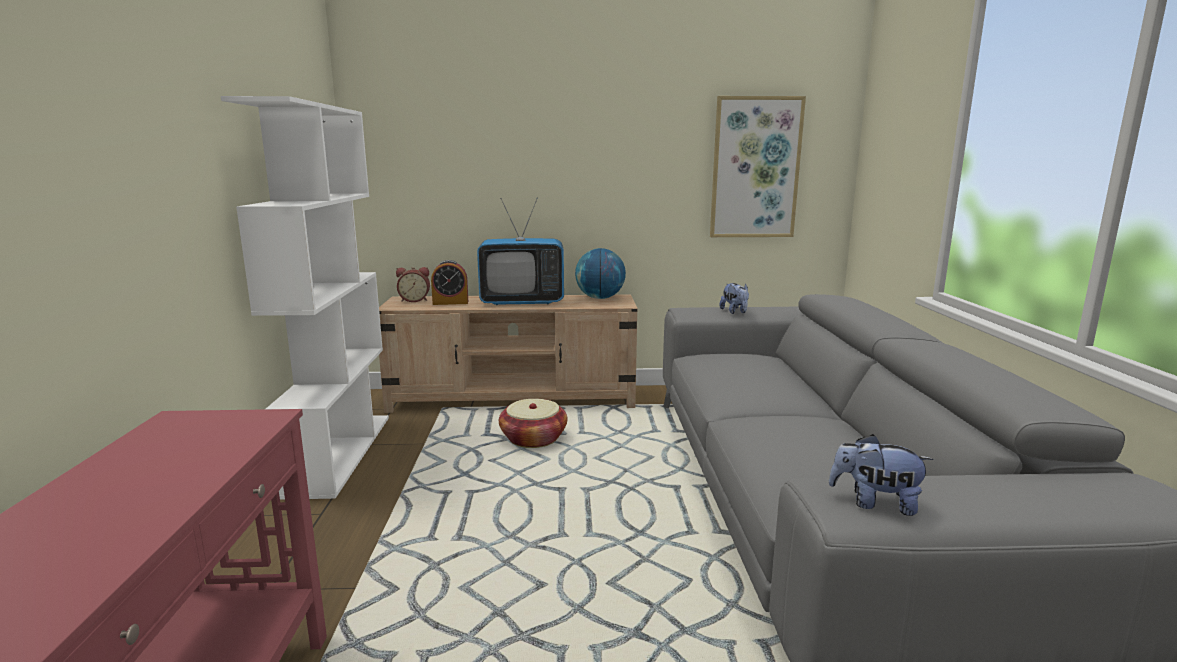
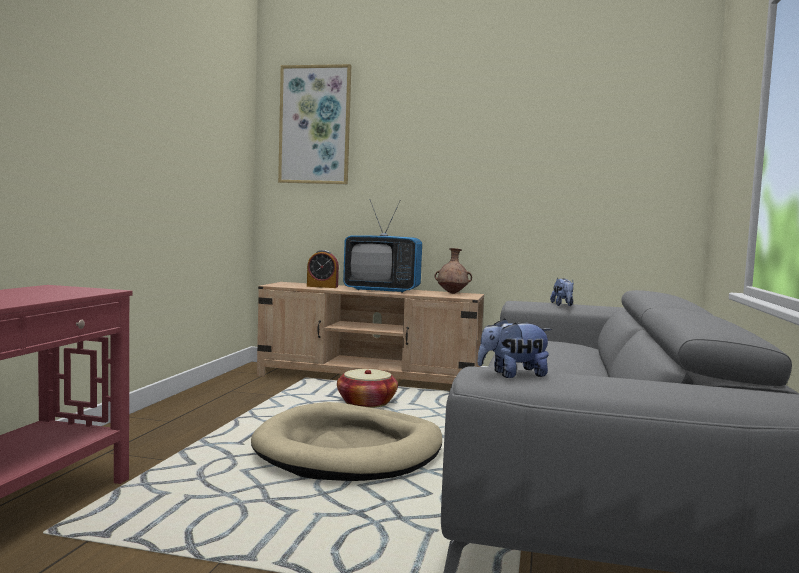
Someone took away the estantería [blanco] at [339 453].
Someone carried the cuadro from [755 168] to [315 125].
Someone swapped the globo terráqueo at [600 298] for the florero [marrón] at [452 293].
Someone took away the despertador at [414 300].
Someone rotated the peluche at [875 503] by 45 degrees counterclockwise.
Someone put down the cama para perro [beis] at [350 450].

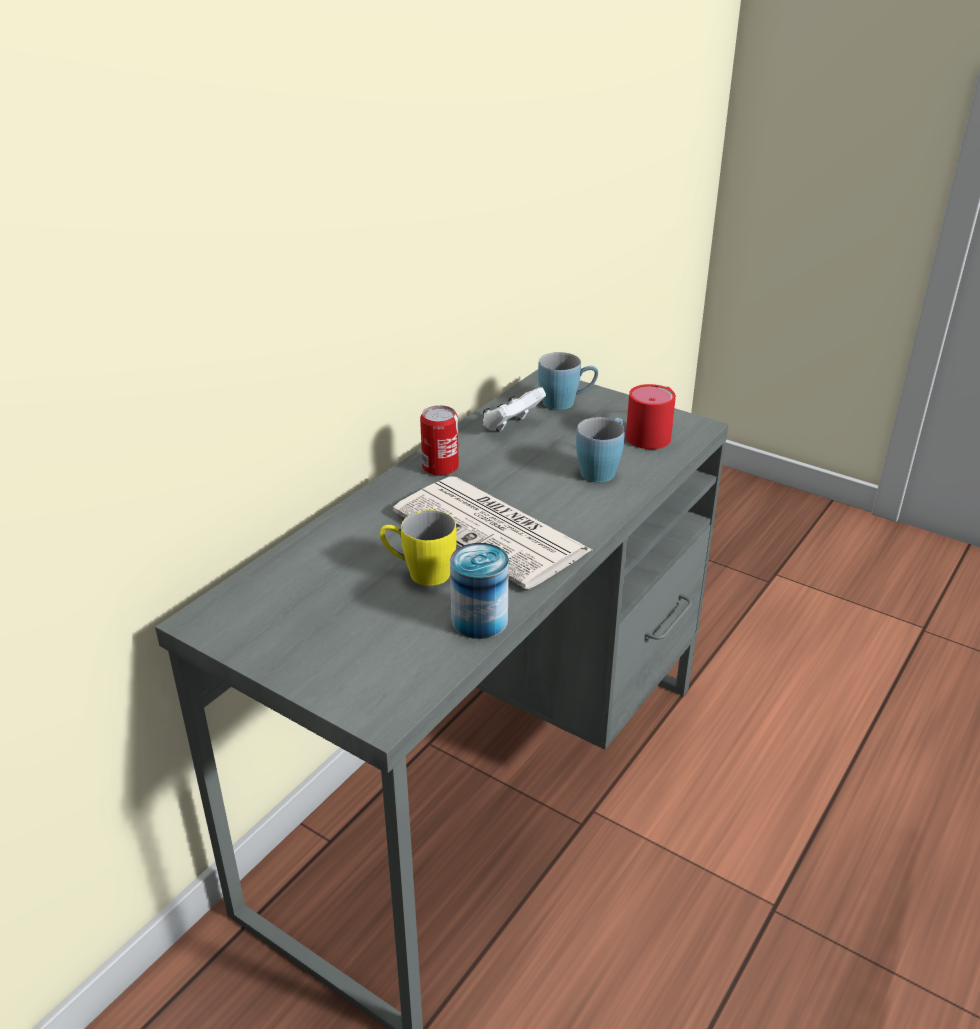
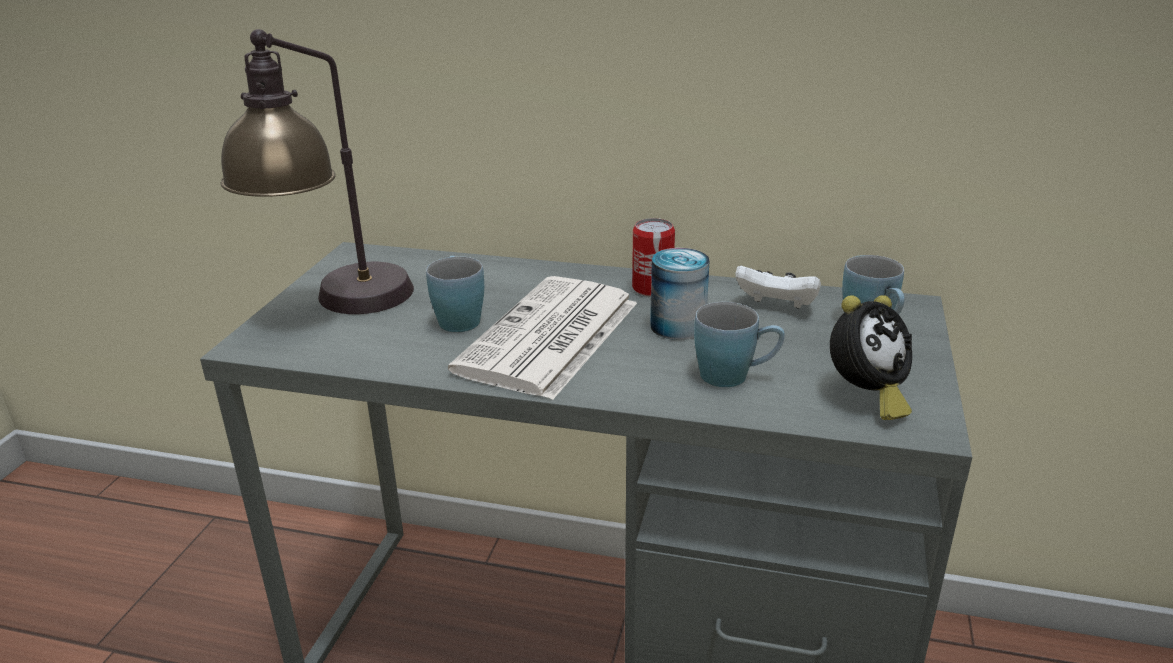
Someone swapped the taza grande [rojo] at [653 433] for the despertador at [865 397].
Someone repainted the taza grande [amarillo] at [419 572], which became the taza grande [azul] at [458 317].
Someone carried the lata from [479 620] to [678 326].
Someone put down the lámpara de mesa at [336 306].

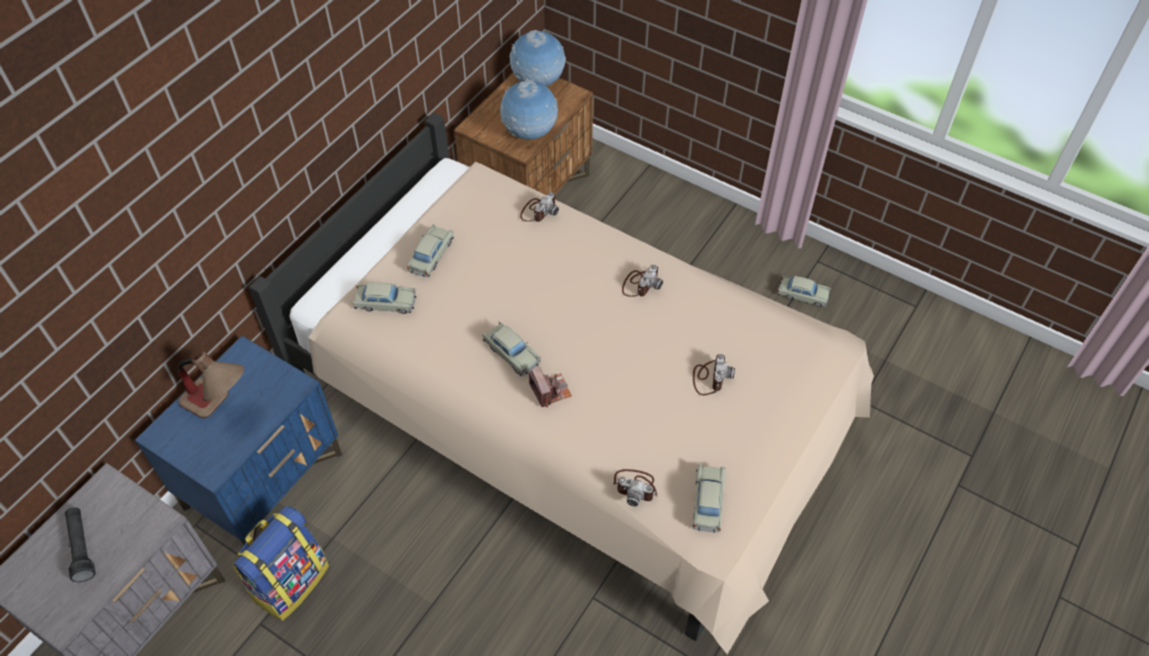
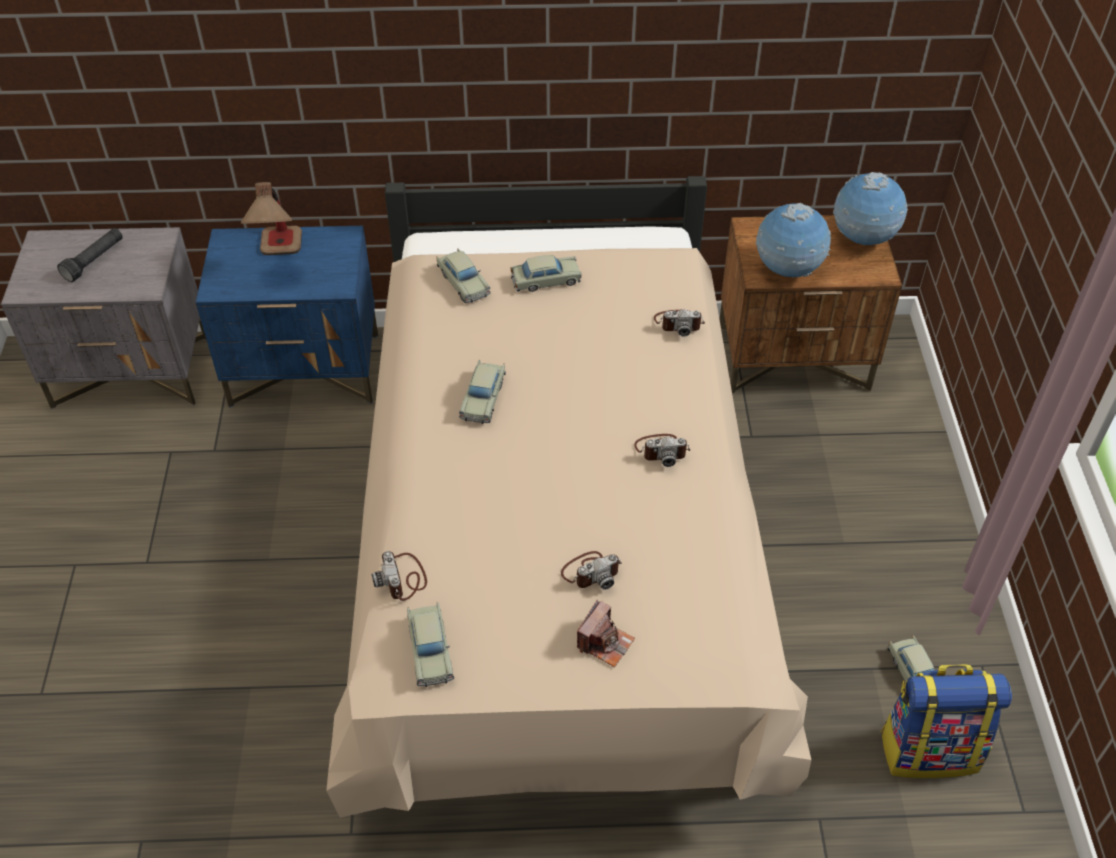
Someone carried the cámara from [550 391] to [605 642].
Someone rotated the coche de juguete [beis] at [707 502] by 105 degrees clockwise.
Someone carried the mochila from [290 581] to [929 749].

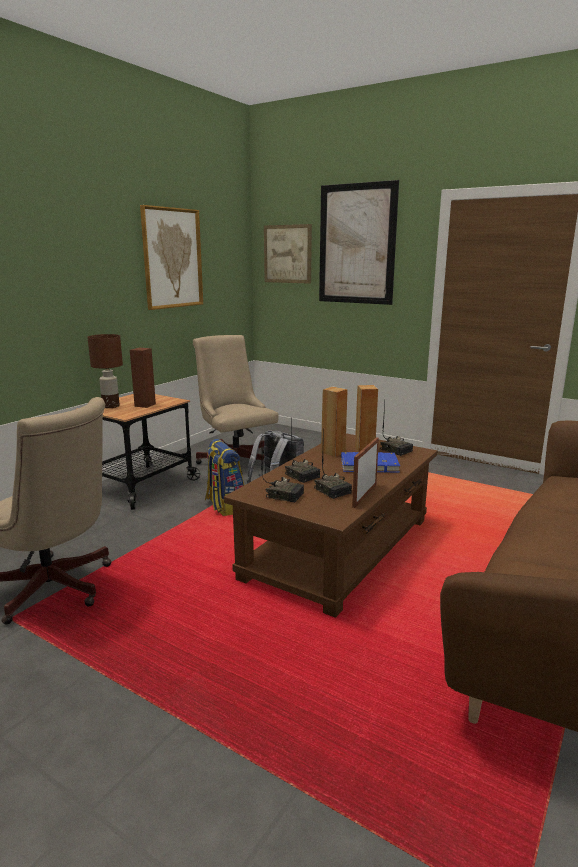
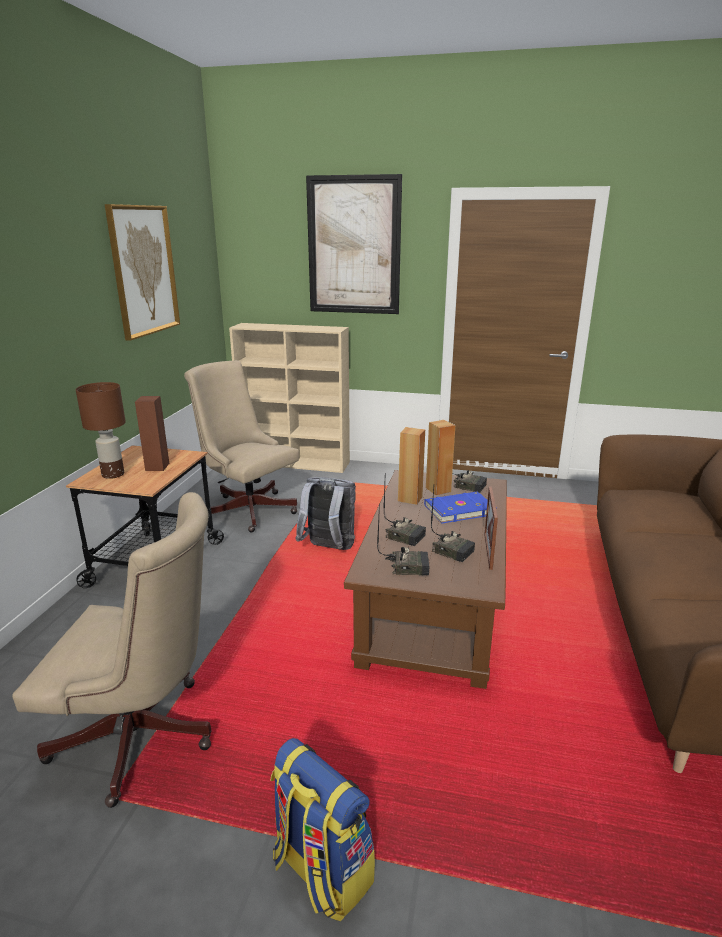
Someone took away the cuadro at [287 254].
Someone carried the mochila from [224 506] to [320 871].
Someone put down the estantería [beis] at [296 463].

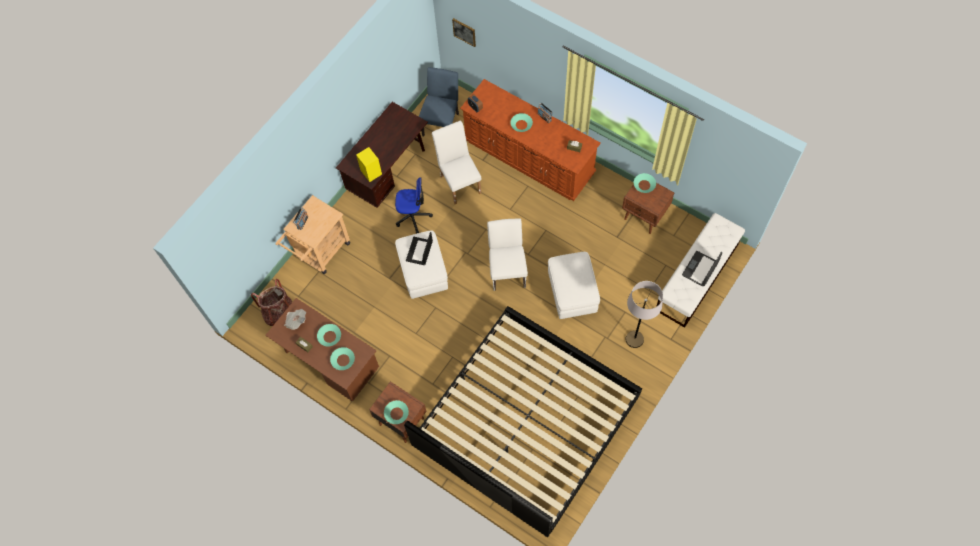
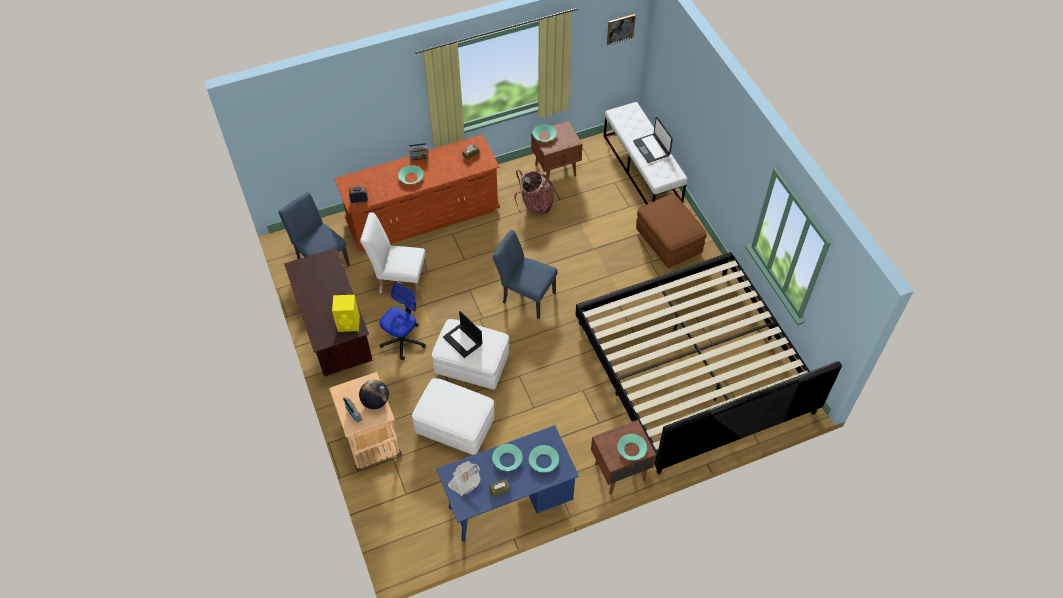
Someone carried the cuadro from [464 32] to [620 29].
Someone repainted the silla [blanco] at [507 269], which became the silla [azul] at [525 296].
Someone carried the puf [blanco] from [572 292] to [454 426].
Someone carried the mochila from [279 313] to [535 205].
Someone swapped the lámpara de pie [gris] at [634 339] for the puf [marrón] at [668 242].
Someone repainted the escritorio [marrón] at [330 363], which became the escritorio [azul] at [508 504].
Someone put down the globo terráqueo at [375 401].

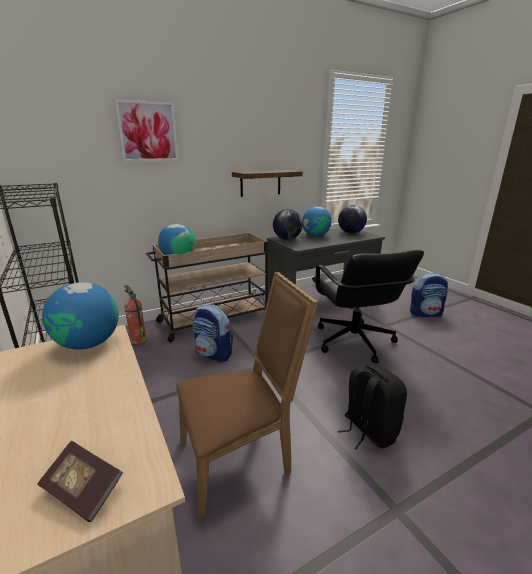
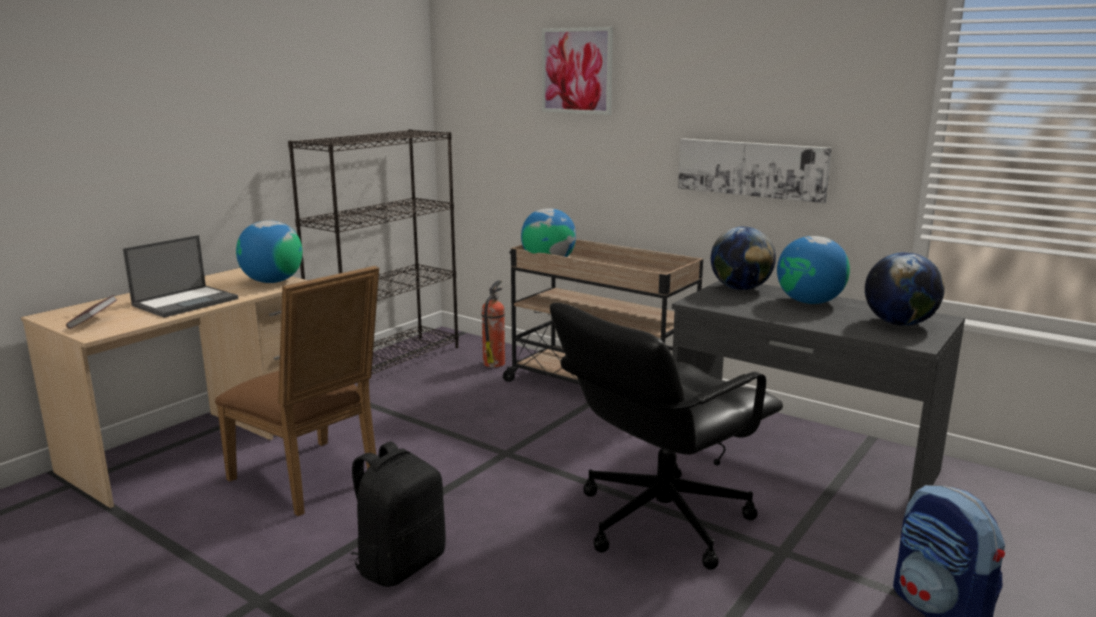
Someone swapped the estante at [260 183] for the cuadro at [751 168].
Someone took away the mochila at [214 354].
Someone put down the portátil at [186 302].

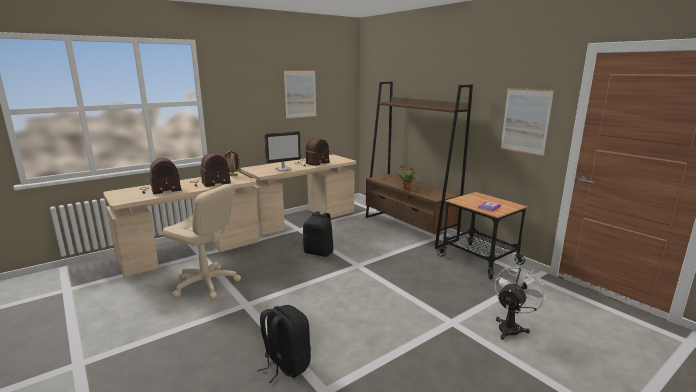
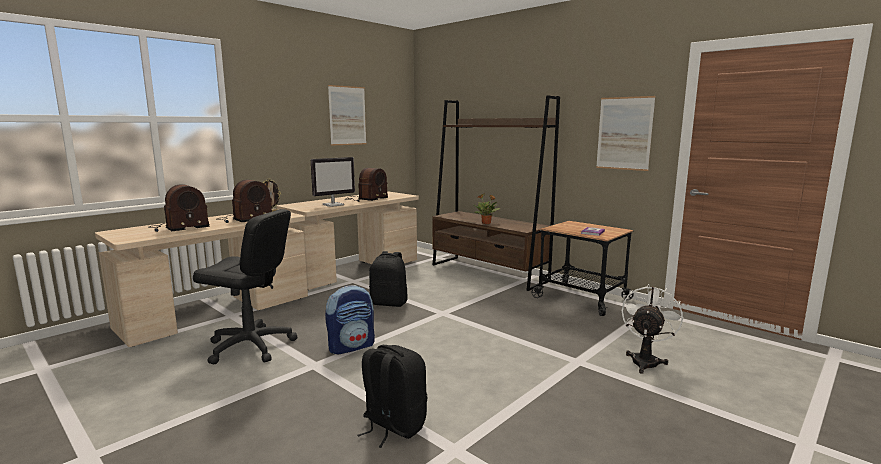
Someone repainted the silla de oficina [beis] at [206 284], which became the silla de oficina [negro] at [250 346].
Someone put down the mochila at [351 346].

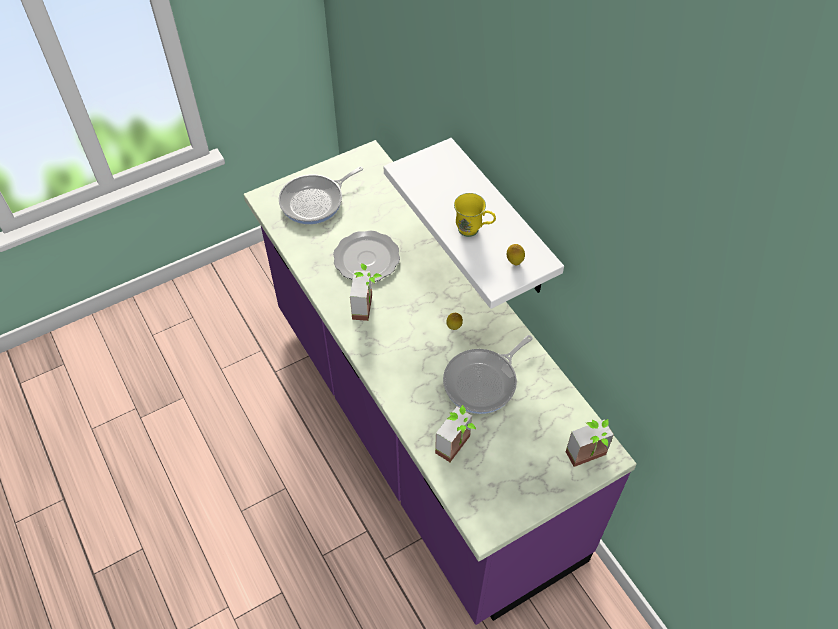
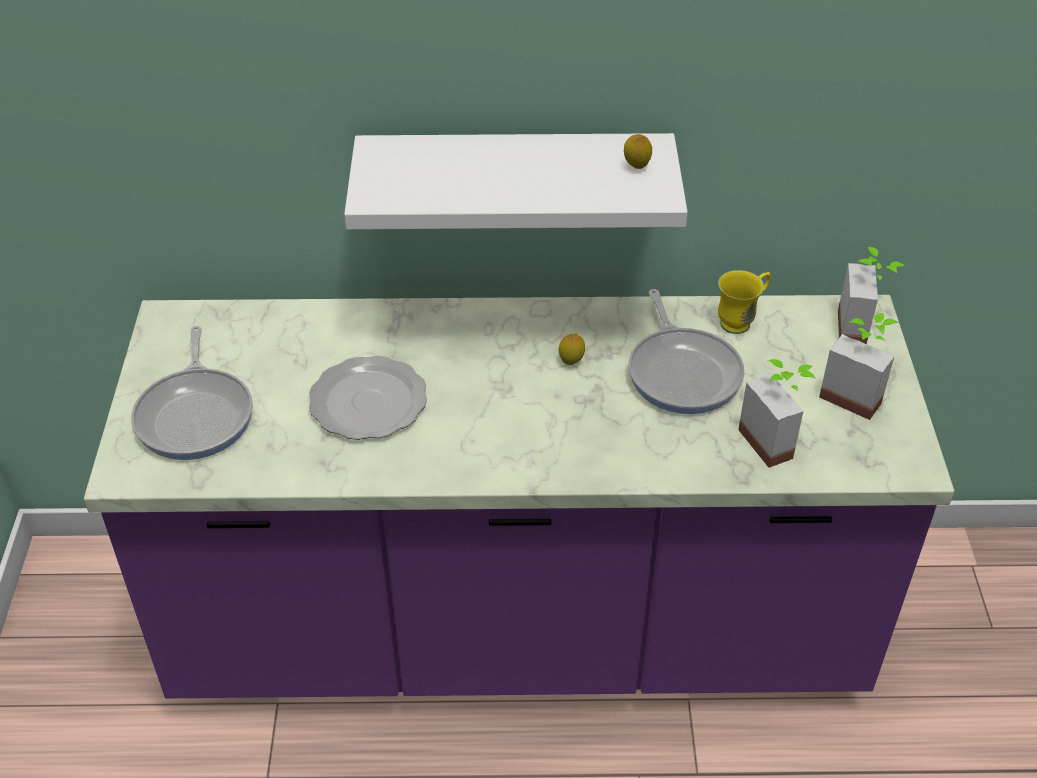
Someone carried the taza grande [amarillo] from [473 231] to [741 321].
Someone carried the planta en maceta from [369 307] to [855 393].

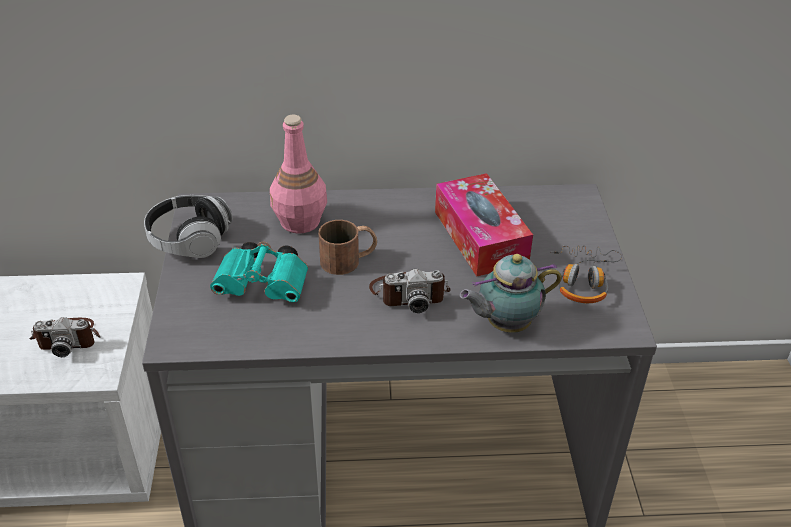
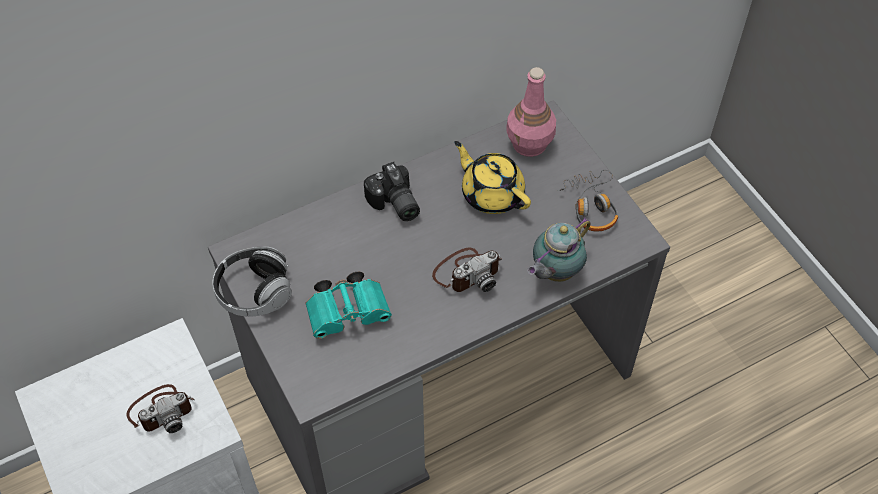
Someone carried the botella [rosa] from [300 222] to [530 144].
Someone swapped the caja de pañuelos at [480 237] for the tetera [amarillo] at [491 193].
Someone took away the taza grande [marrón] at [349 259].
Someone put down the cámara at [393 204].

